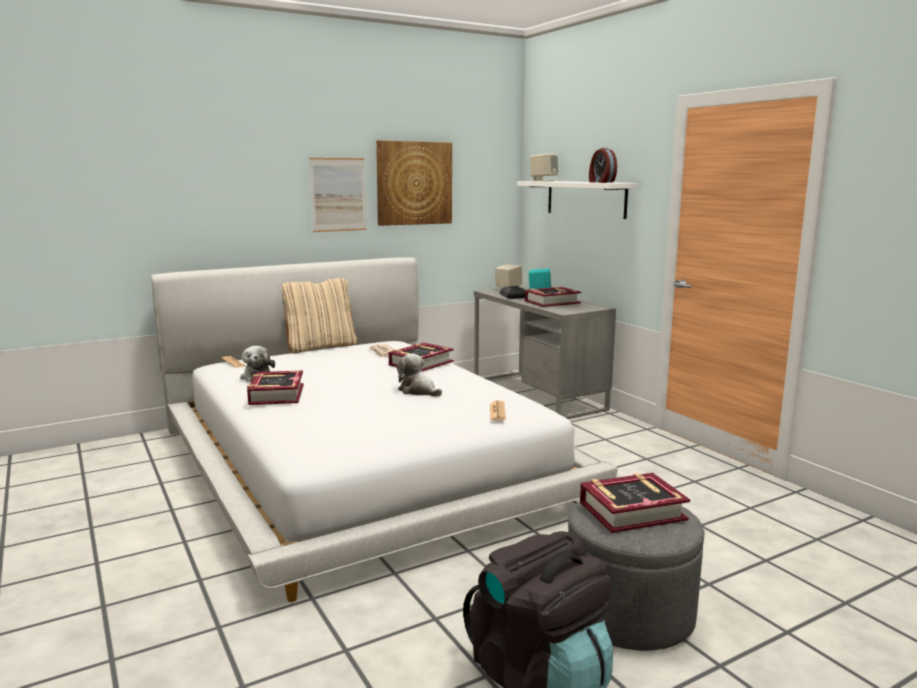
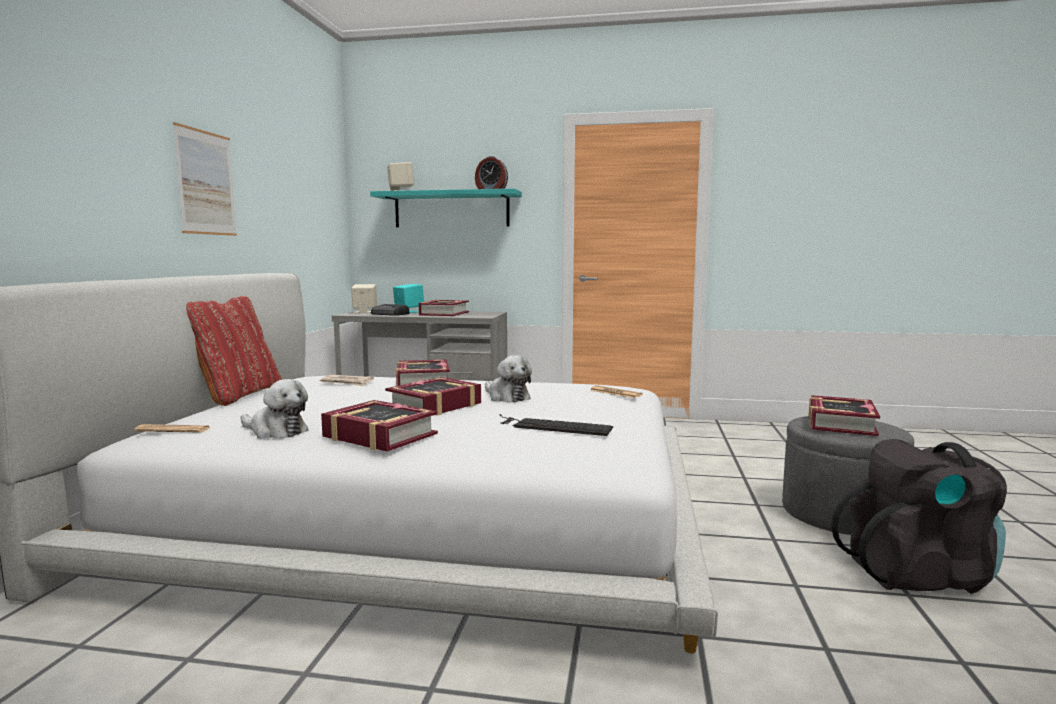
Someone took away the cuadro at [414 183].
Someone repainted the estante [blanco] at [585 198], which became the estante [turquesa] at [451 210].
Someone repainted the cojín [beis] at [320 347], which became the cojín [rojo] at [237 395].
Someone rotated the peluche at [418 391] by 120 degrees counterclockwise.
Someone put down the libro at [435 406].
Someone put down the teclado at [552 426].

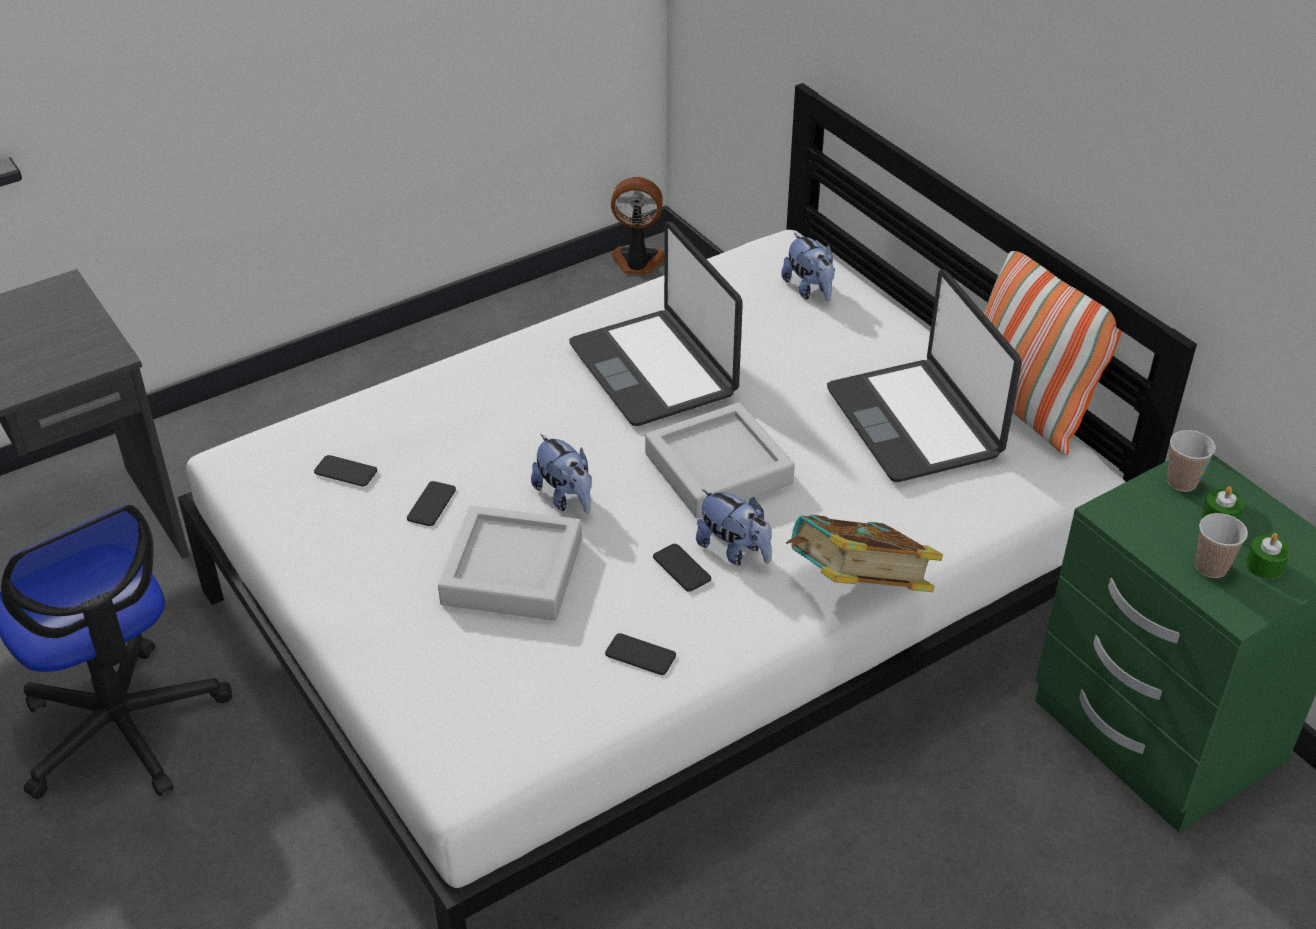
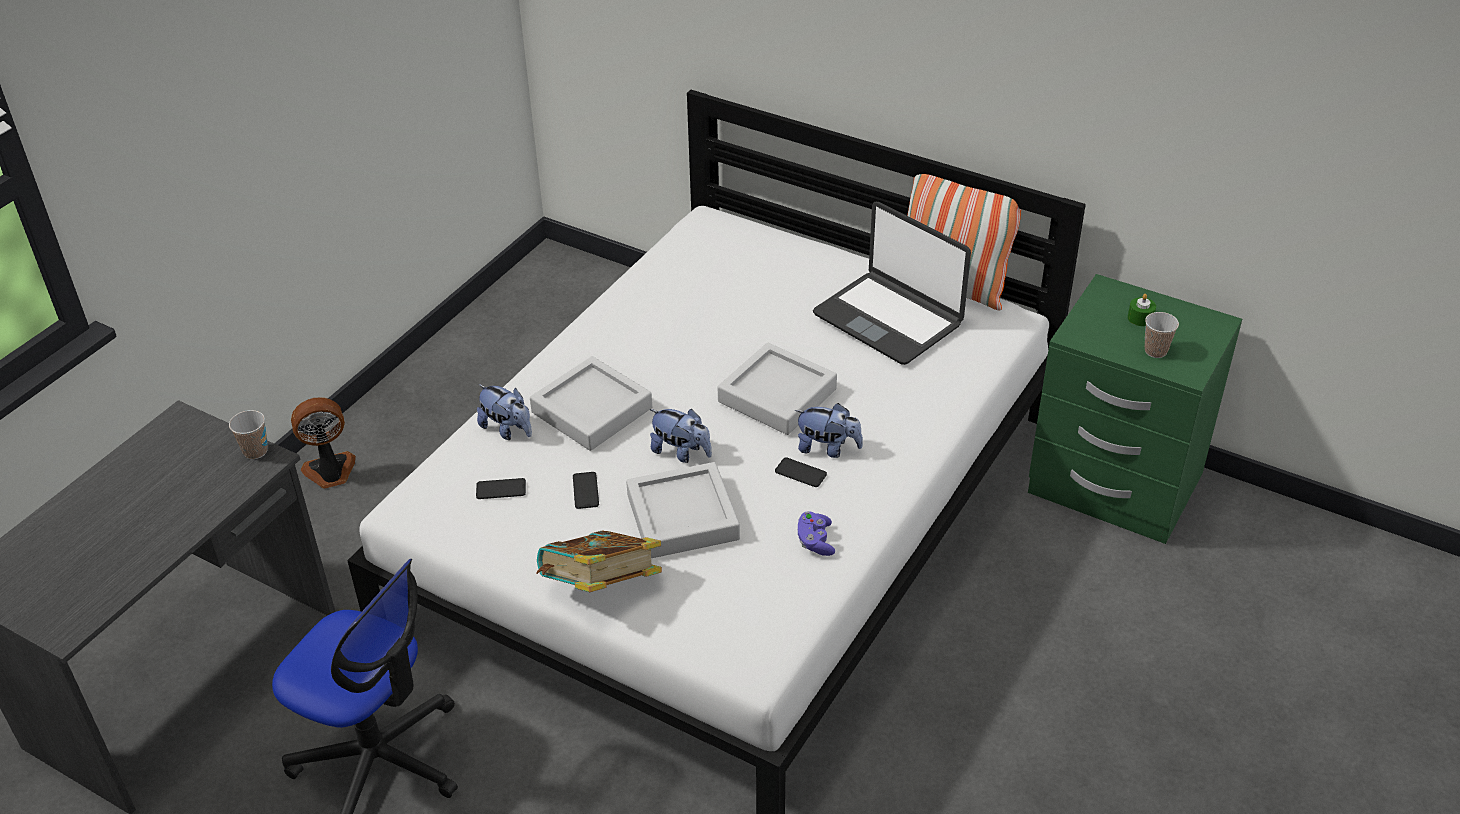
Someone carried the ventilador from [637 262] to [330 472].
Someone took away the portátil at [654 369].
Someone carried the peluche from [809 290] to [507 429].
Someone carried the taza from [1181 482] to [255 451].
Someone carried the libro from [857 589] to [601 589].
Someone took away the vela [verde] at [1264 565].
Someone swapped the móvil at [640 655] for the mando de consola [morado] at [815 541].
Someone put down the bandeja [gris] at [592 410].

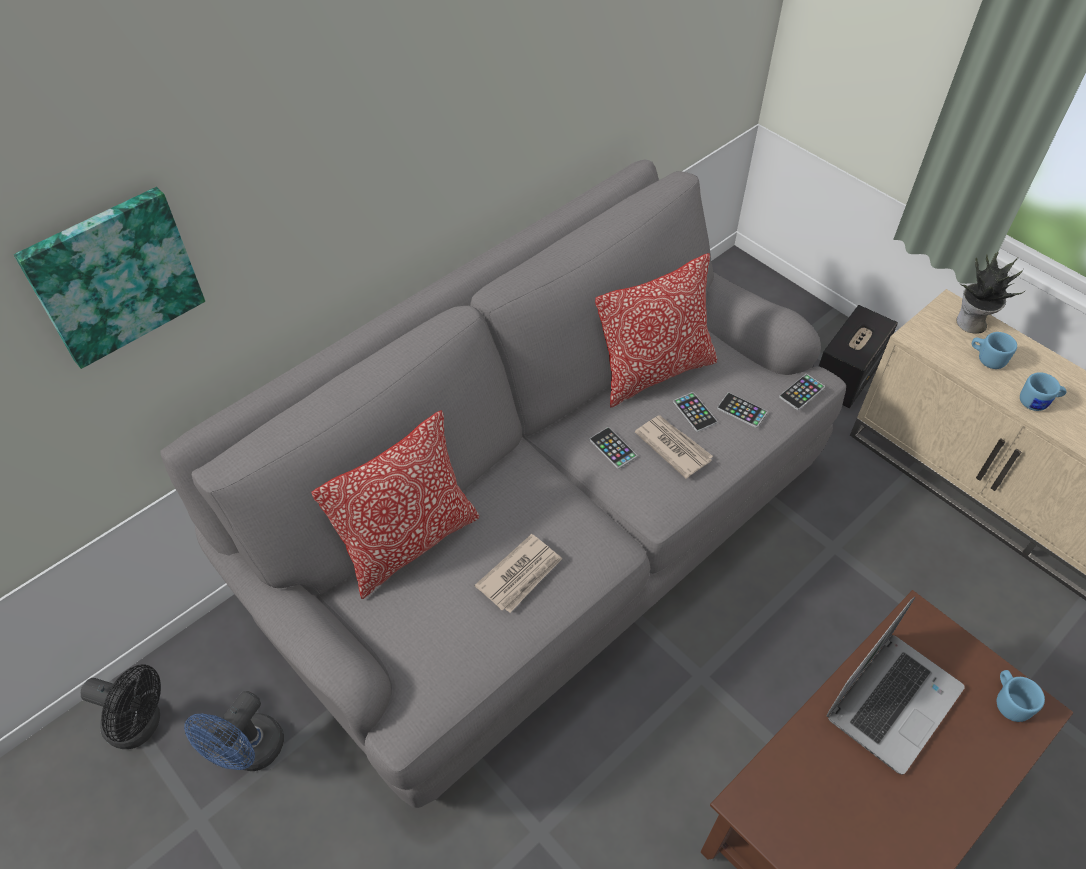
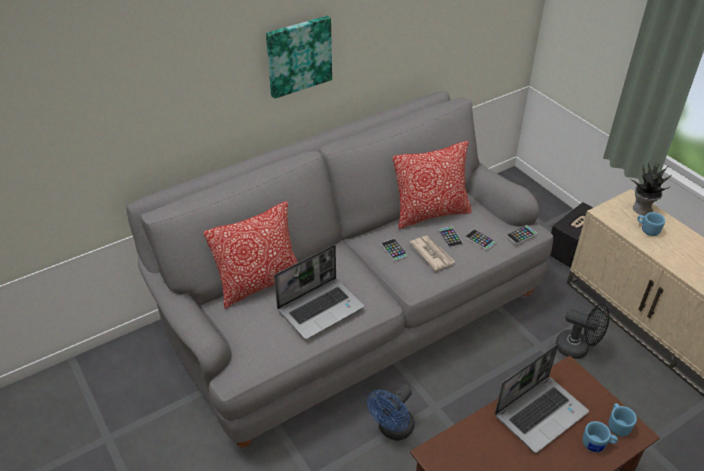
Someone carried the cuadro from [113 275] to [298 55].
Someone carried the taza grande [azul] from [1038 402] to [597 445].
Someone swapped the periódico at [521 575] for the portátil at [321 308].
Someone carried the ventilador [negro] from [141 725] to [577 348].
Someone carried the ventilador [azul] from [250 753] to [392 430].

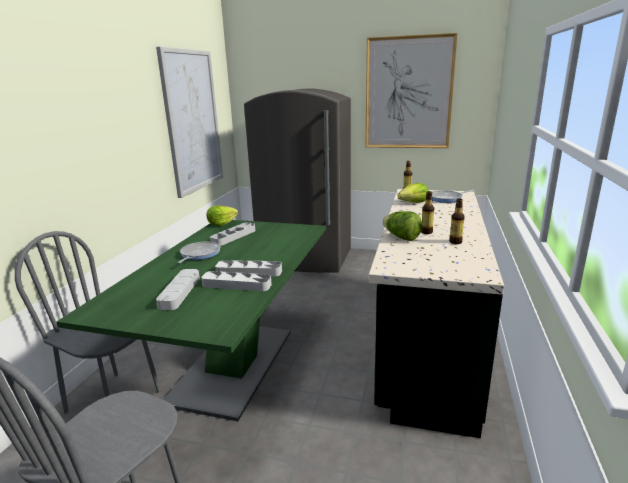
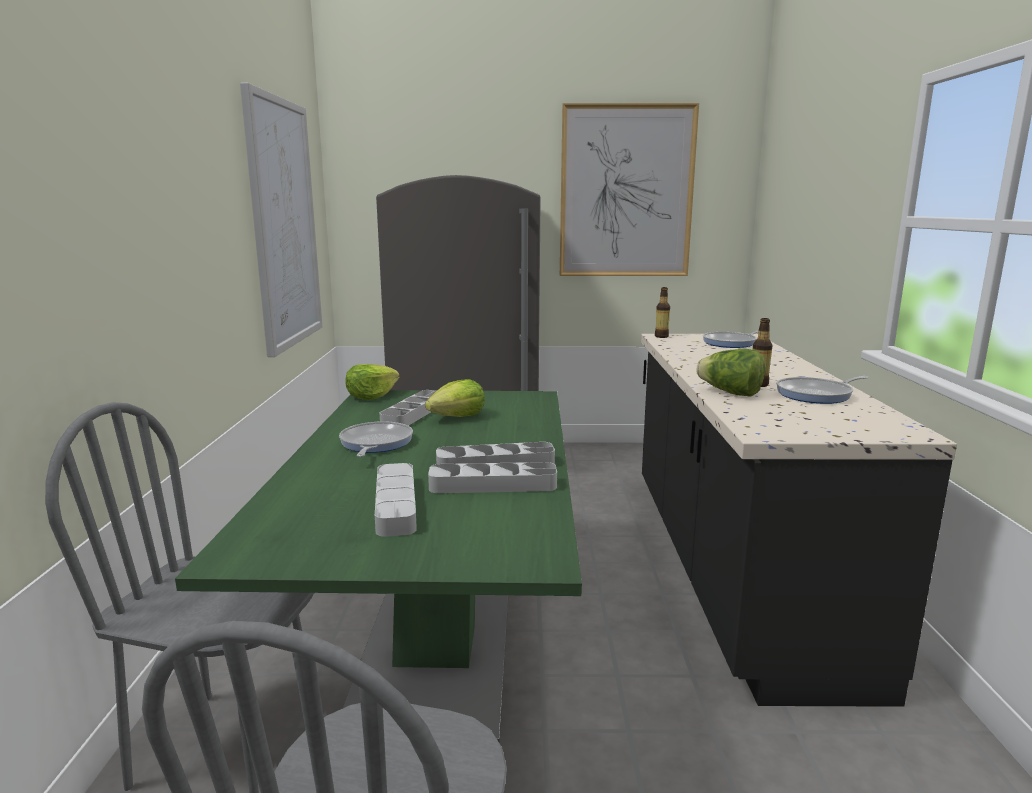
Someone carried the lechuga from [413 203] to [458 417].
Someone swapped the botella at [455 242] for the sartén at [817 395].

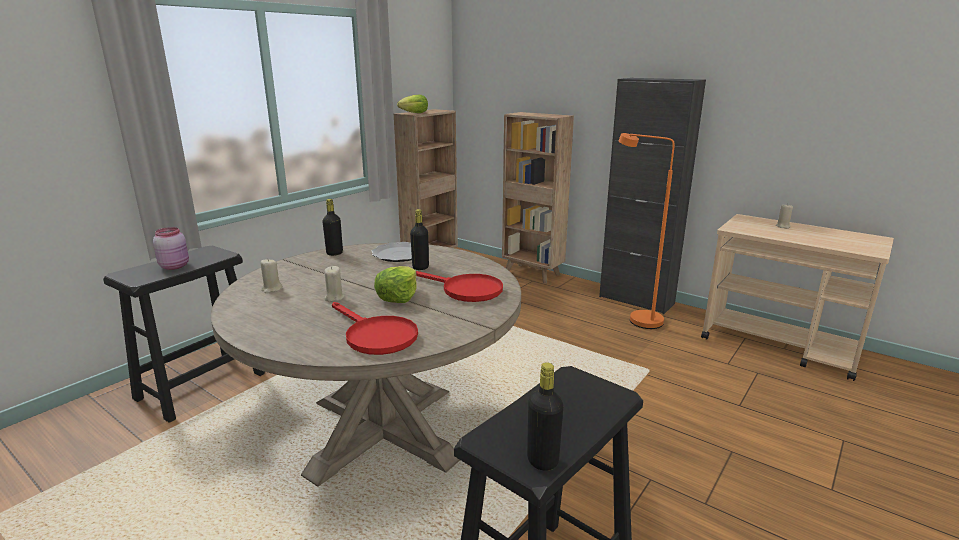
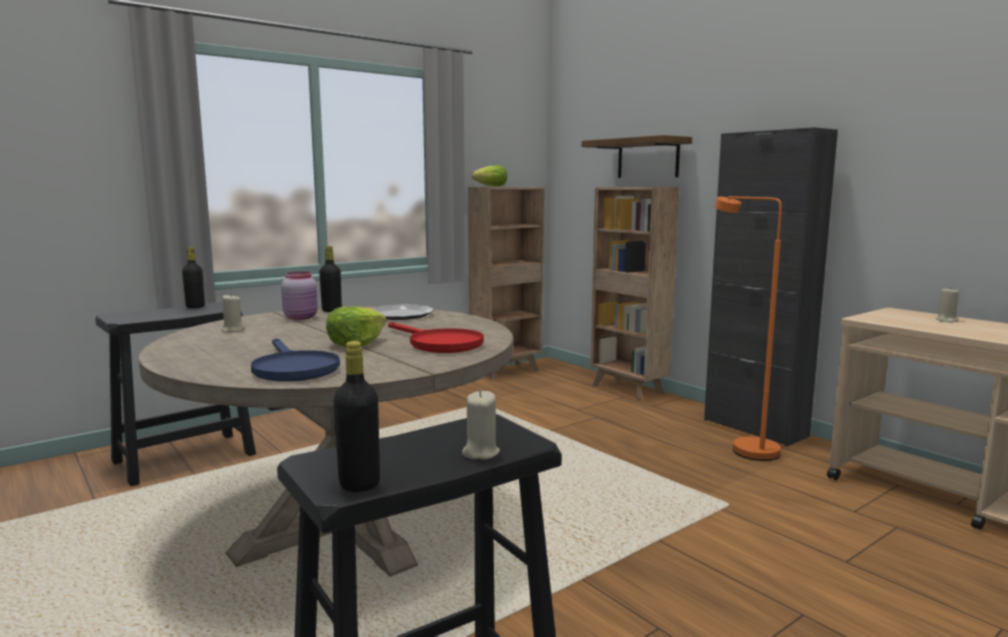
Someone carried the botella [negro] from [420 267] to [195 307].
Someone carried the tarro [rosa] from [175 266] to [302 317].
Someone carried the vela [beis] from [334 298] to [480 453].
Someone repainted the sartén [rojo] at [375 336], which became the sartén [azul] at [293 368].
Someone put up the estante at [648 158].

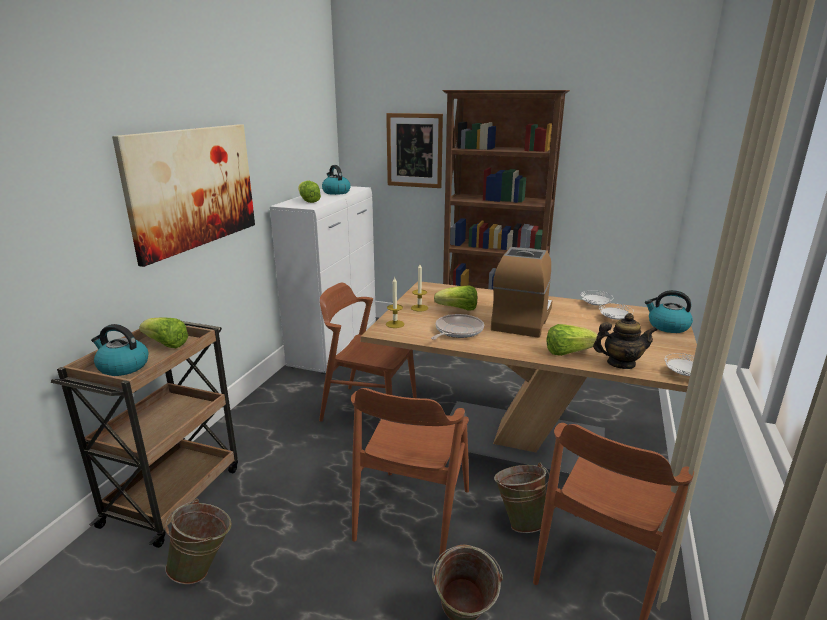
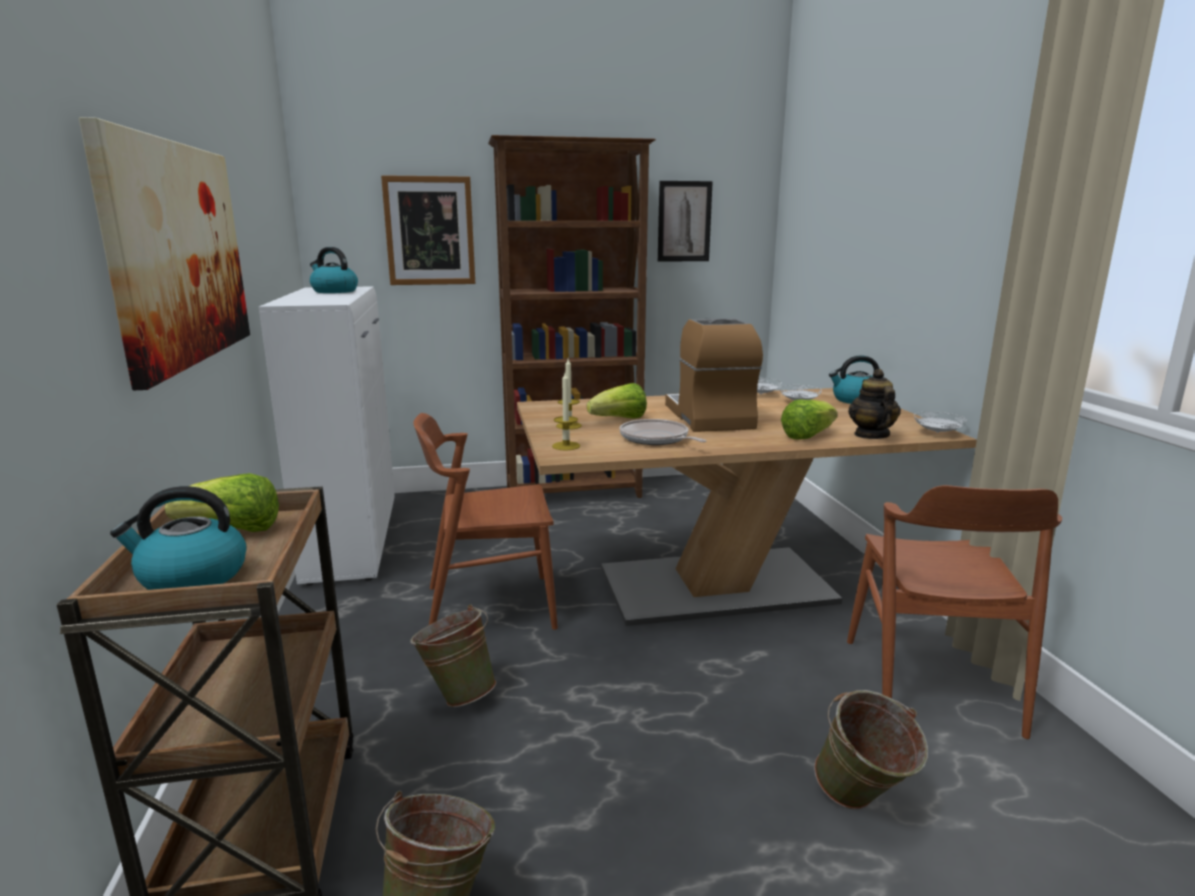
Someone took away the lechuga at [308 201].
Someone rotated the tetera at [620 363] by 60 degrees counterclockwise.
Someone rotated the sartén at [457 331] by 45 degrees counterclockwise.
Someone took away the silla [marrón] at [413 514].
Someone carried the cubo [verde] from [519 520] to [457 694].
Someone put up the cuadro at [684 221].

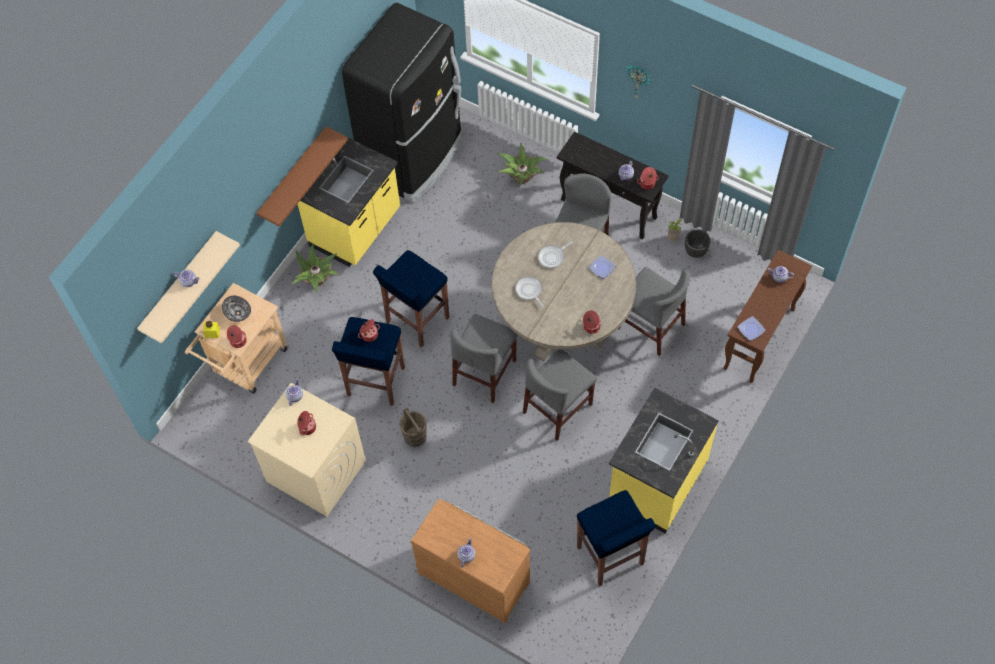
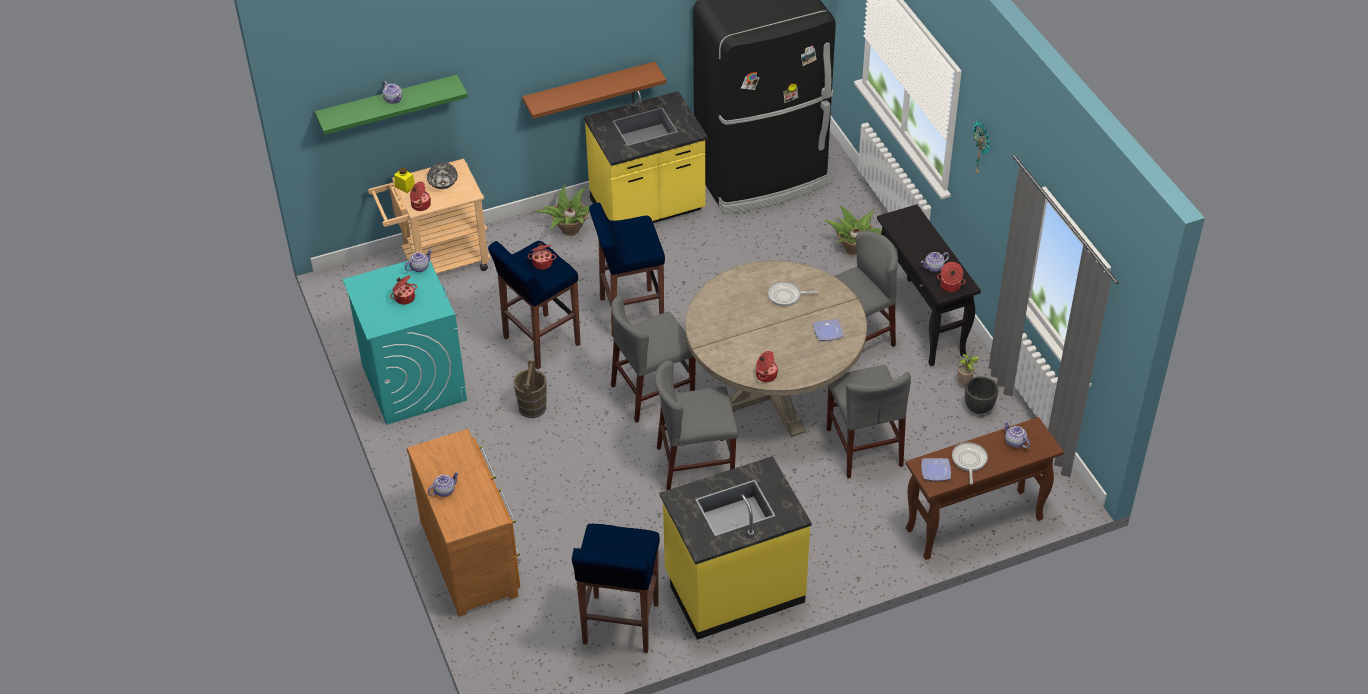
Someone repainted the estante [beis] at [180 285], which became the estante [verde] at [388 104].
Someone carried the sartén from [529 291] to [969 461].
Someone repainted the lavadora [beis] at [315 471], which became the lavadora [turquesa] at [413 382].

